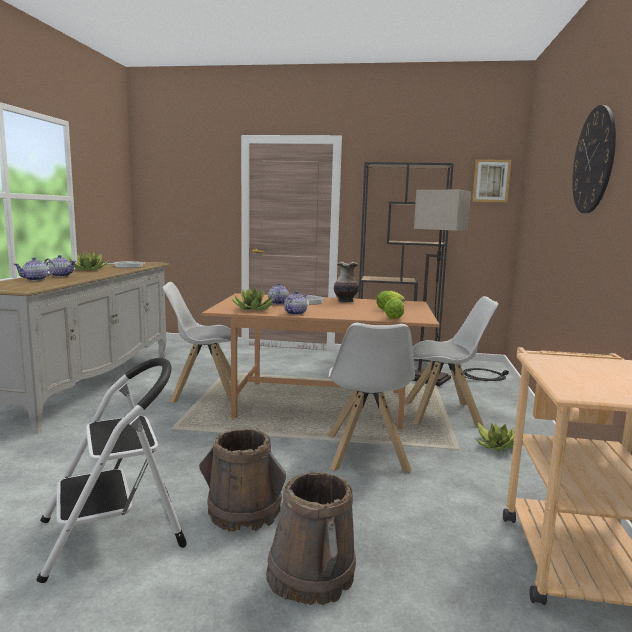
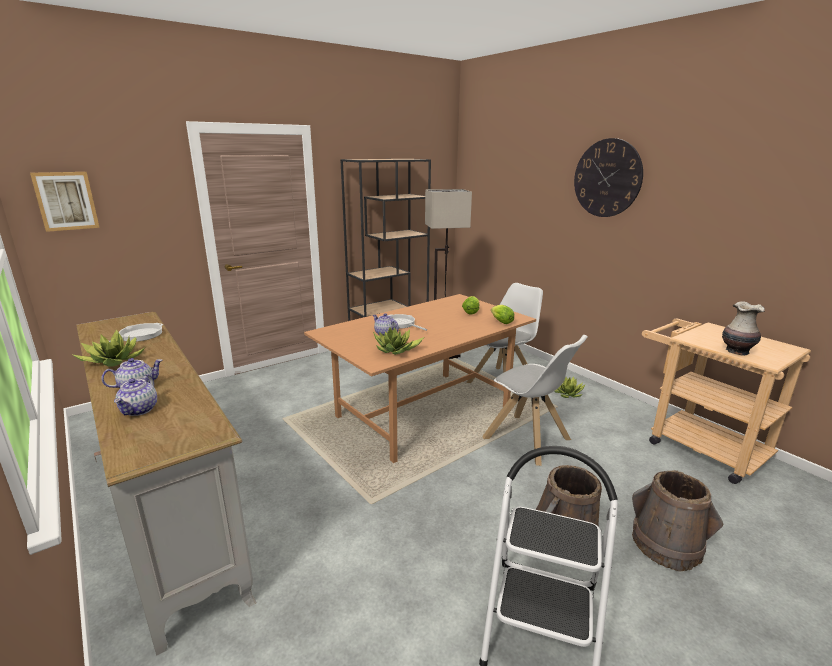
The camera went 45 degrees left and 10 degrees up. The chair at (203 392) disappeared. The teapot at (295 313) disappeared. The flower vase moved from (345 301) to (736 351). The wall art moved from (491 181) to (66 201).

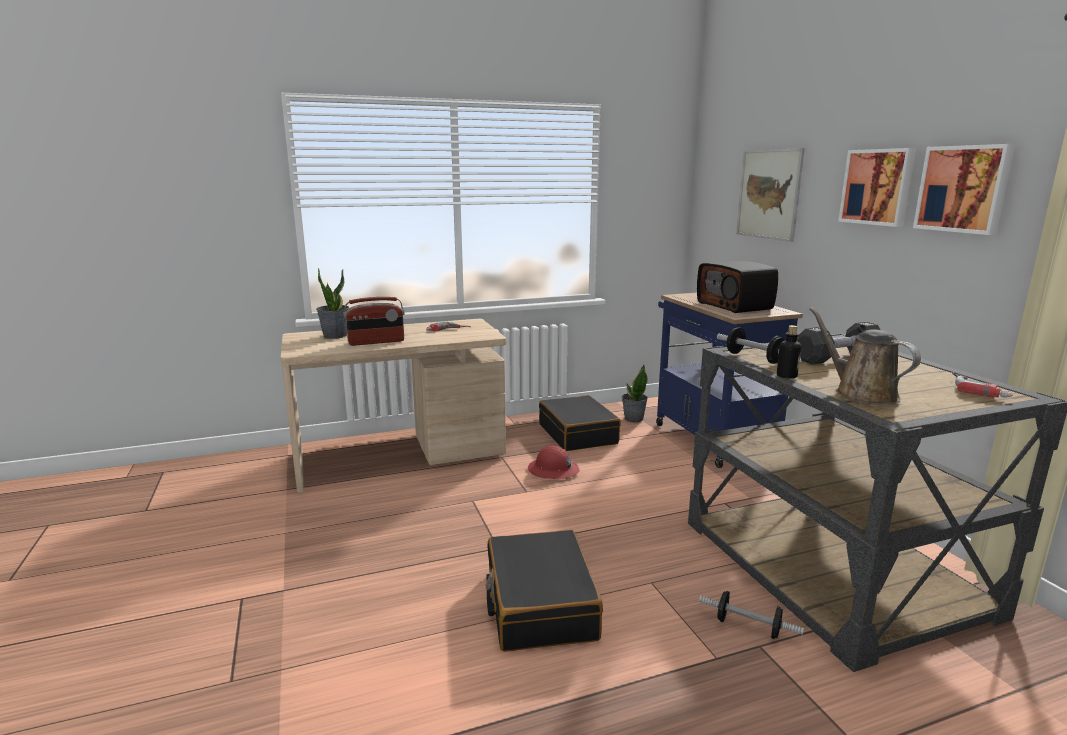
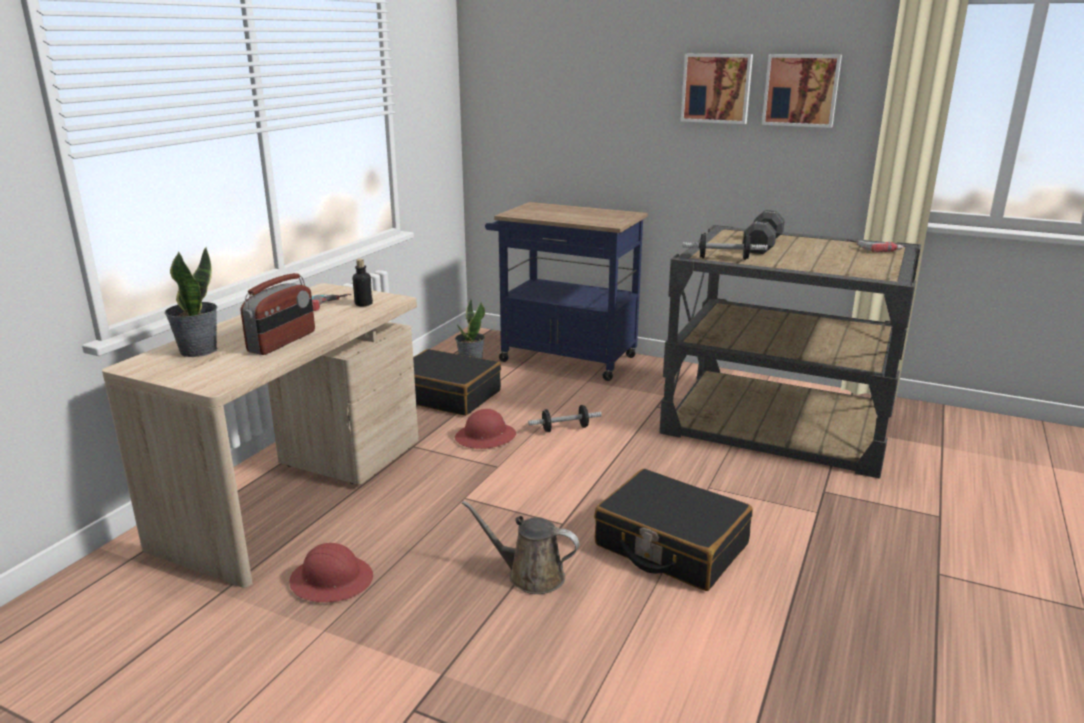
The camera went 45 degrees left and 5 degrees up. The radio set at (735 306) disappeared. The wall art at (768 194) disappeared. The work helmet in red-coloured at (332 580) appeared. The hand weight moved from (748 627) to (565 428). The bottle moved from (786 376) to (363 304). The watering can in brownish moved from (861 393) to (530 575).

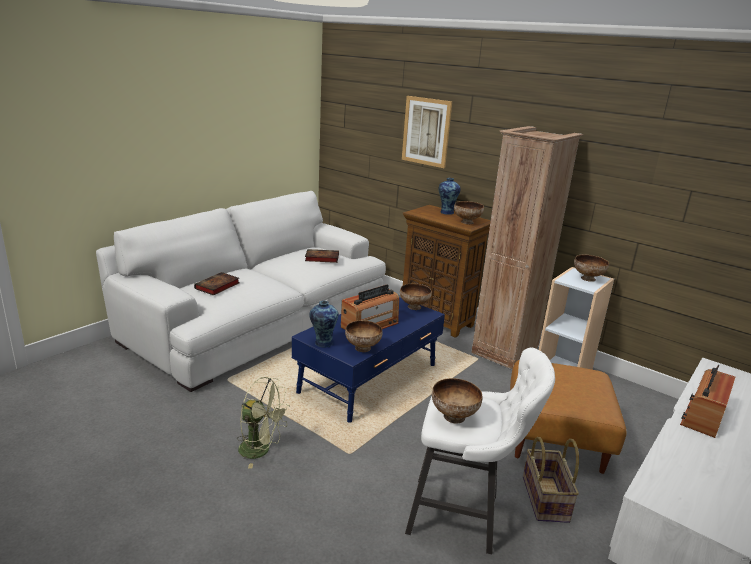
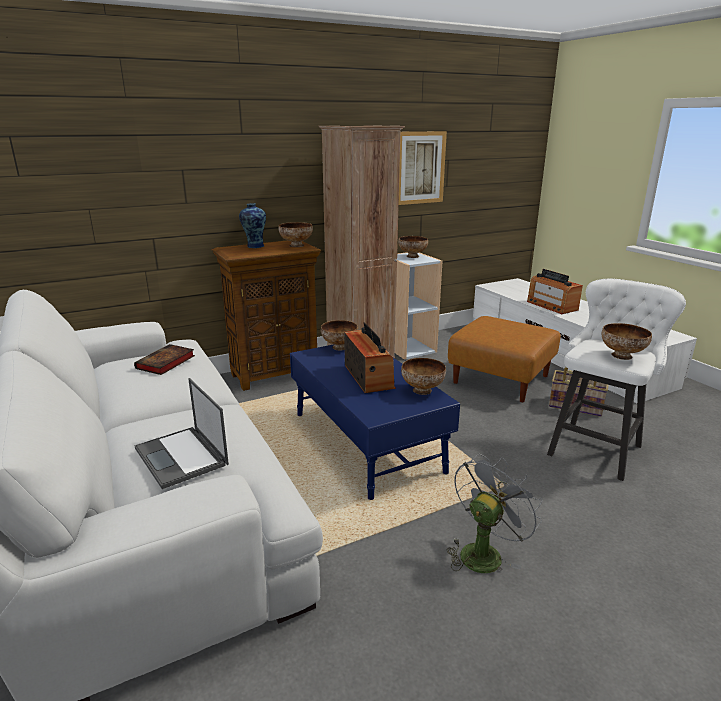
The camera went 65 degrees left and 0 degrees up. The flower vase at (323 343) disappeared. The wall art moved from (426 131) to (420 168). The book at (217 286) was replaced by the portable computer at (182 457). The electric fan in green at (261 450) became the electric fan in greyish at (484 552).

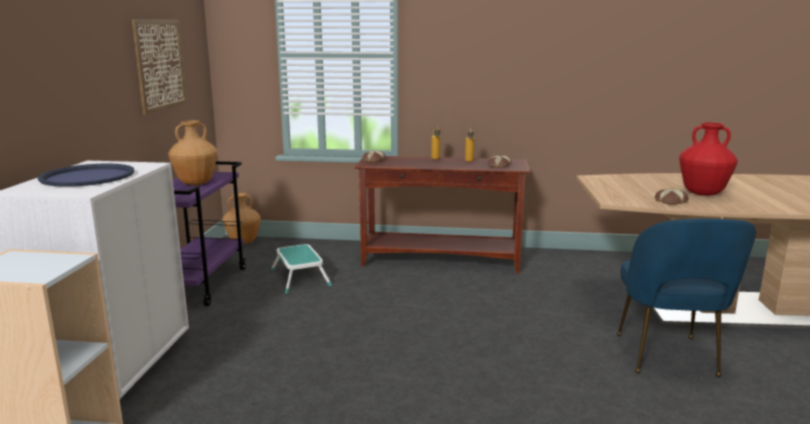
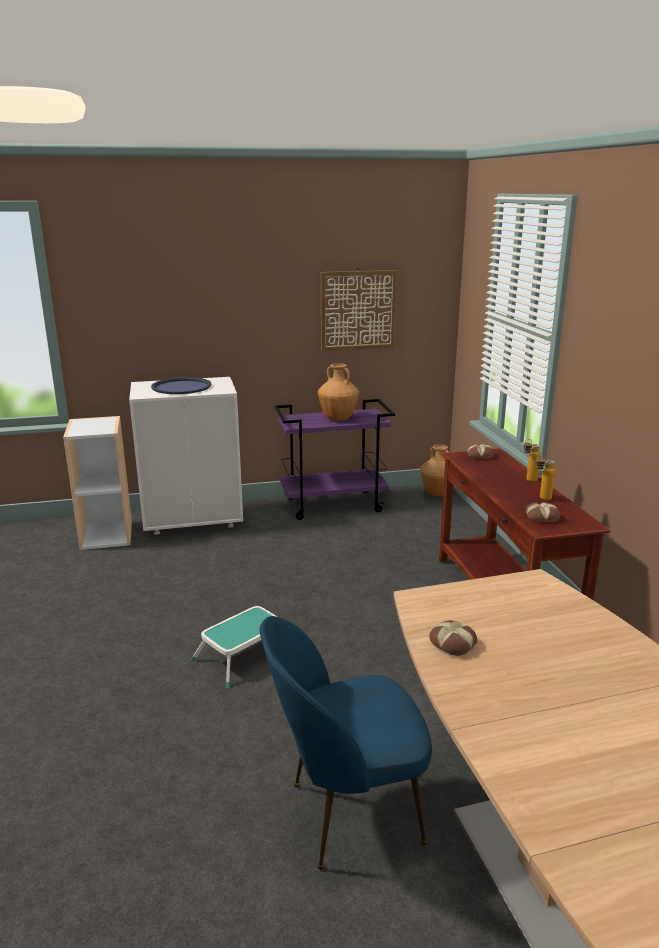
The camera went 70 degrees right and 5 degrees up. The flower vase in red-coloured at (702 194) disappeared. The step stool in blue-green moved from (299 277) to (244 654).

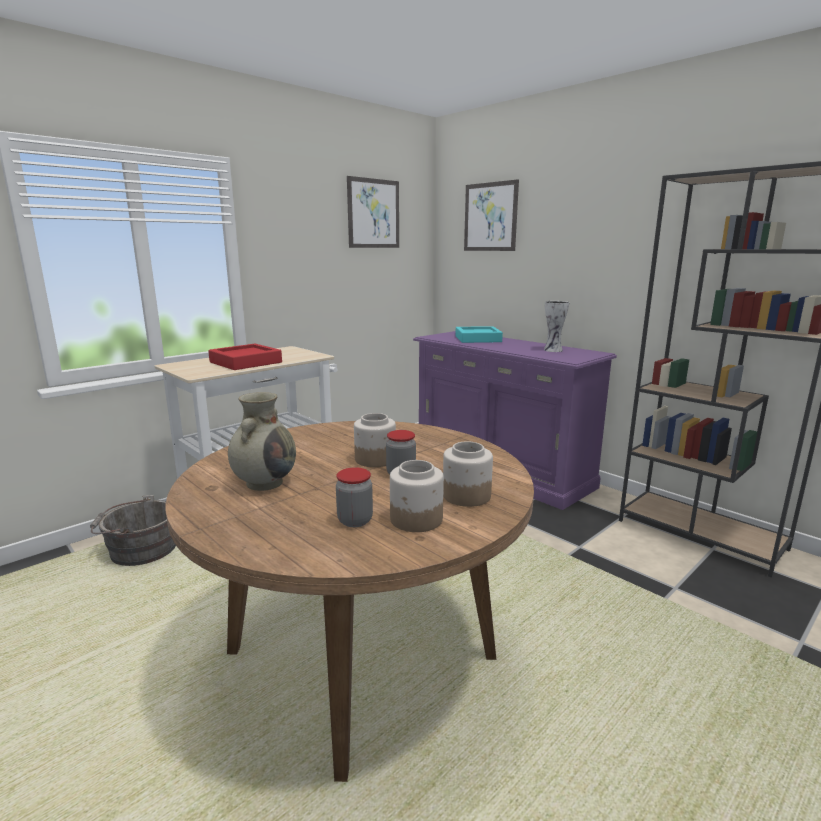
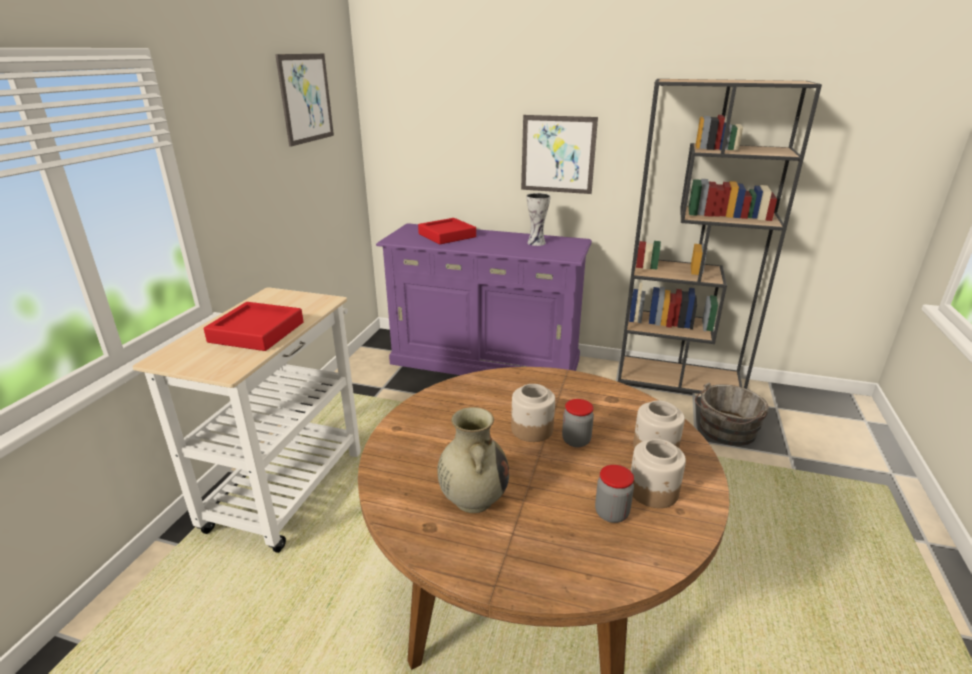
The camera went 30 degrees left and 10 degrees up. The water bucket in greyish moved from (139 550) to (725 430). The wall art moved from (490 217) to (558 154). The serving tray in blue-green at (478 339) became the serving tray in red-coloured at (447 235).

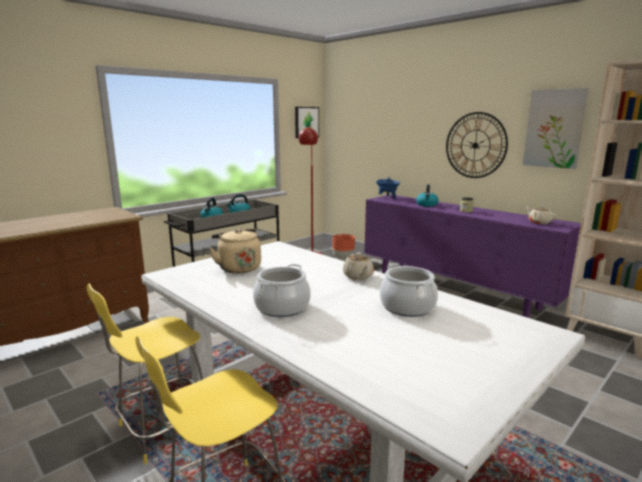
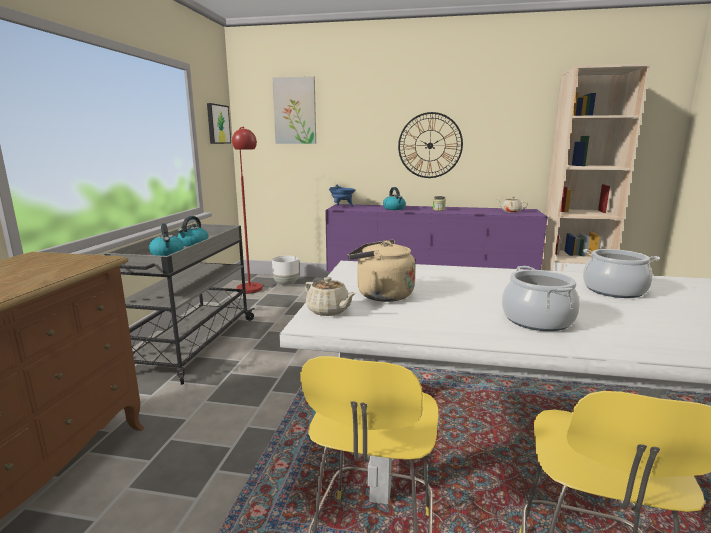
The camera went 35 degrees left and 0 degrees up. The teapot in beige moved from (358 276) to (329 311). The wall art moved from (554 128) to (295 111). The planter in brownish at (343 258) became the planter in white at (286 284).

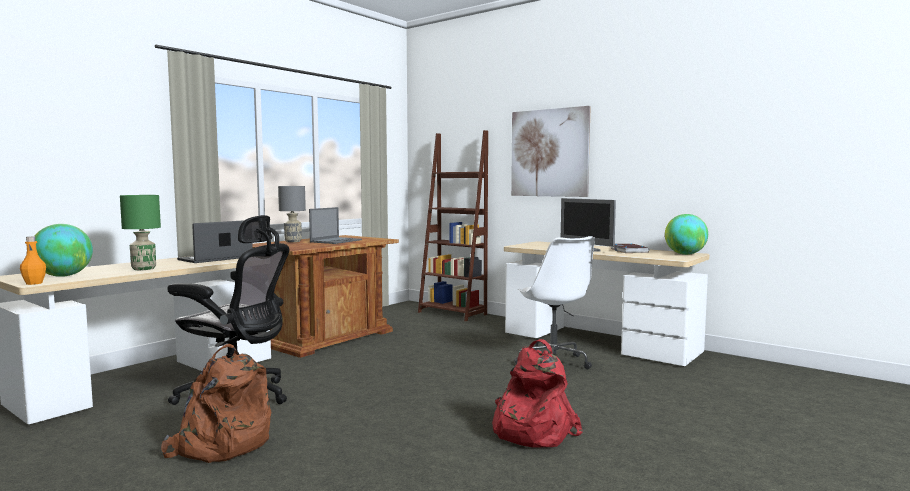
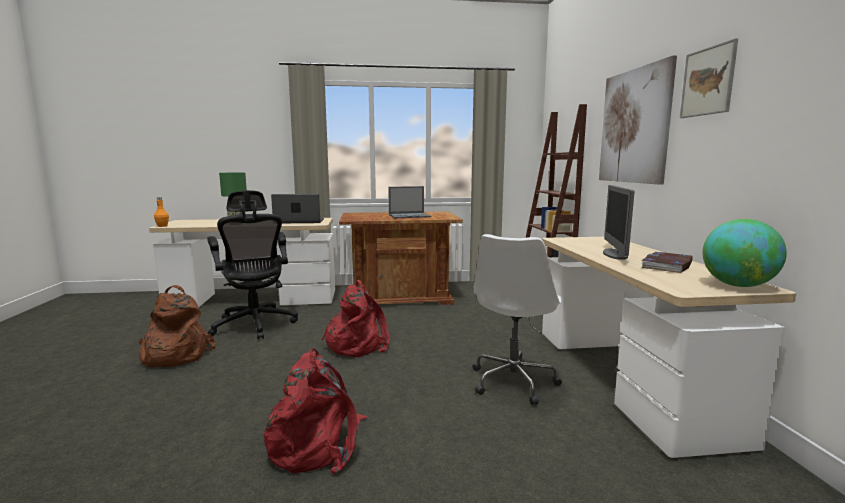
The camera went 45 degrees right and 5 degrees up. The world globe at (63 276) disappeared. The tabletop lamp in greyish at (293 241) disappeared. The rucksack in red-coloured at (357 345) appeared. The wall art at (708 81) appeared.

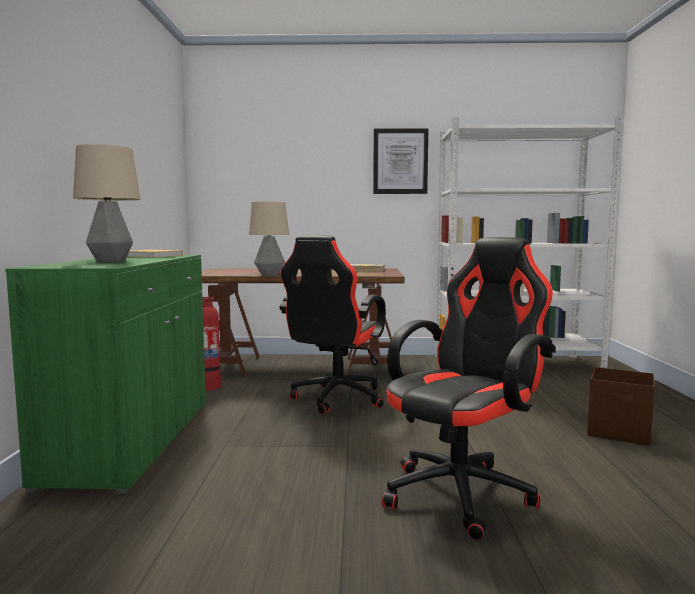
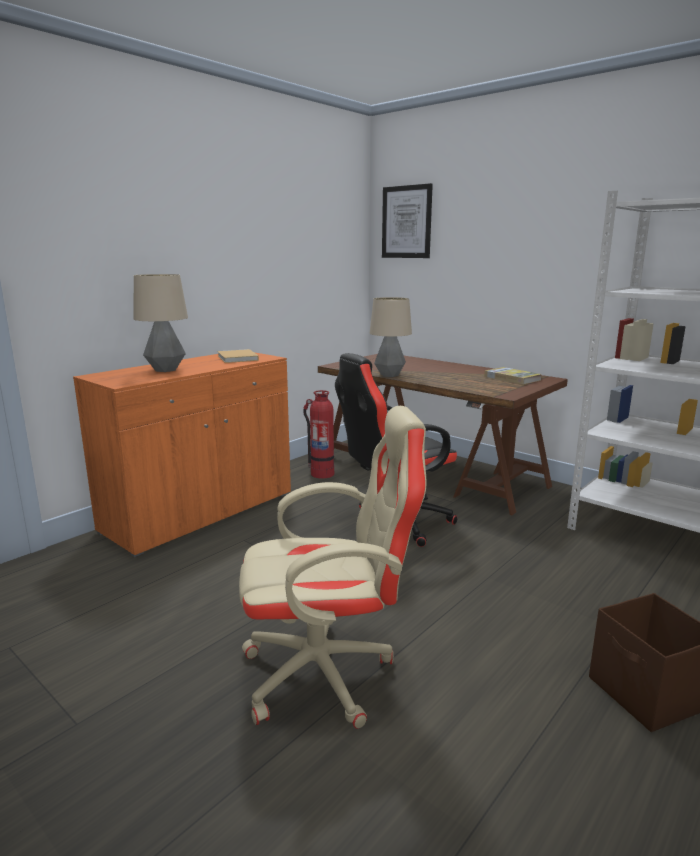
The camera went 40 degrees right and 10 degrees up. The wall art moved from (400 161) to (406 222). The cupboard in green at (133 440) became the cupboard in orangey at (200 512). The desk chair in blackish at (464 492) became the desk chair in beige at (330 673).

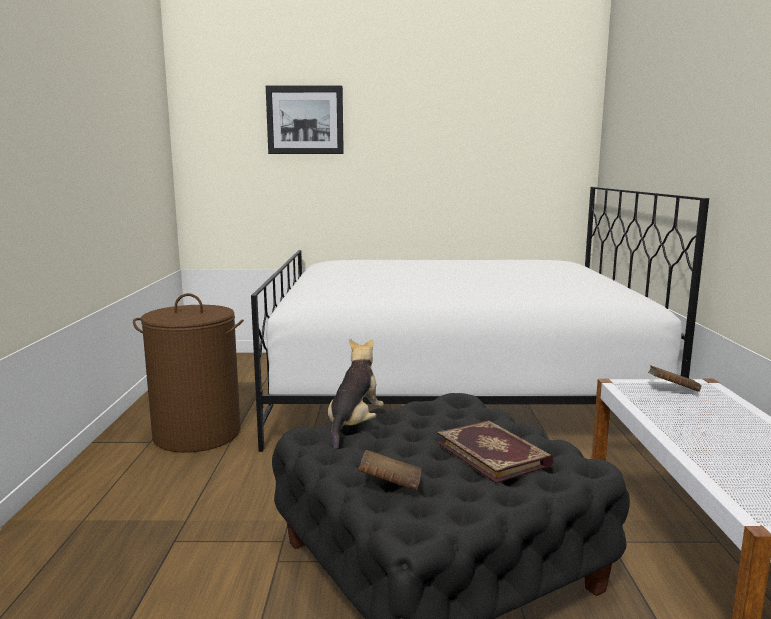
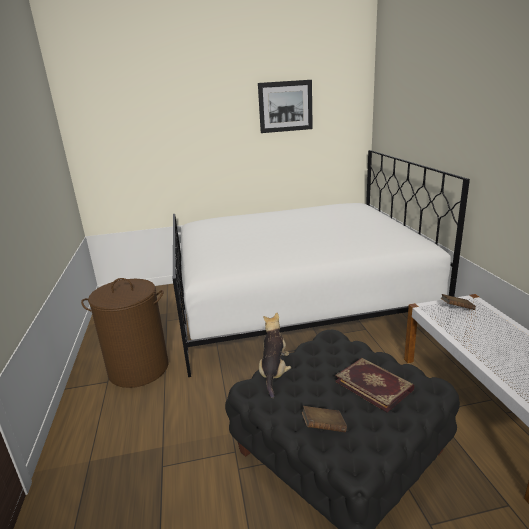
The camera went 10 degrees left and 10 degrees up. The wall art moved from (305 120) to (285 106).

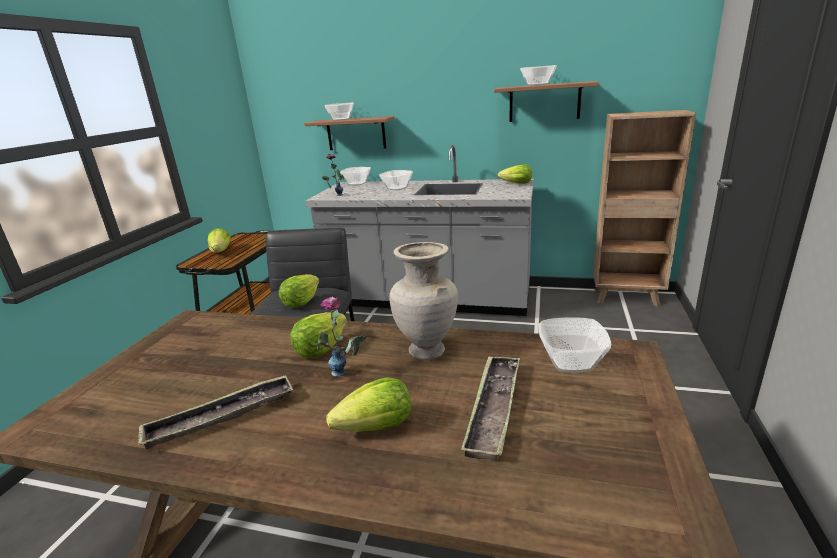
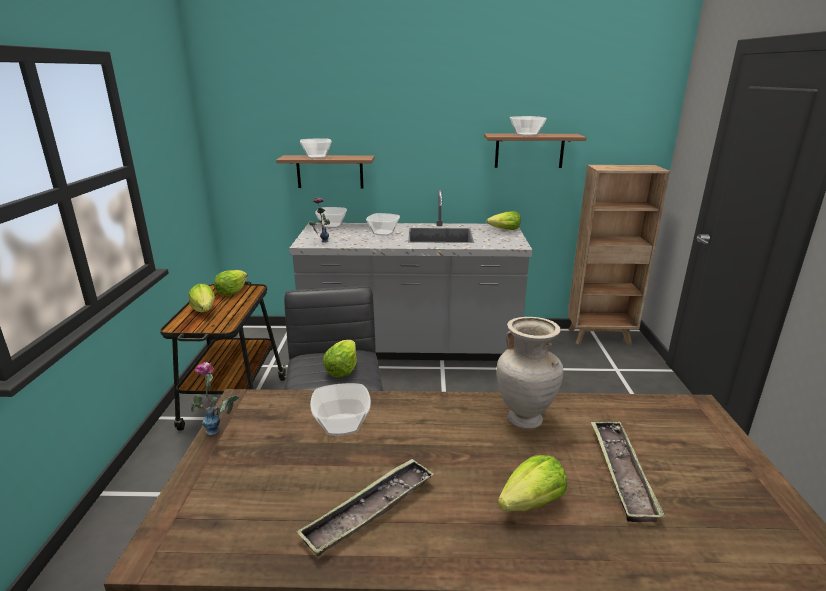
The camera went 15 degrees left and 0 degrees up. The head of lettuce moved from (320 349) to (231 292). The flower vase moved from (346 375) to (220 433). The bowl moved from (572 361) to (342 424).

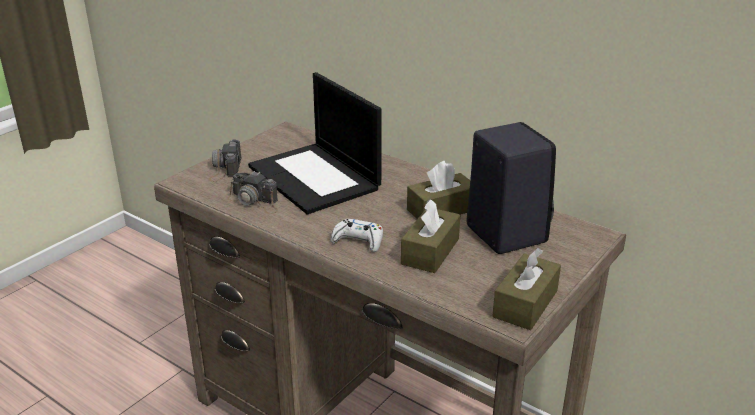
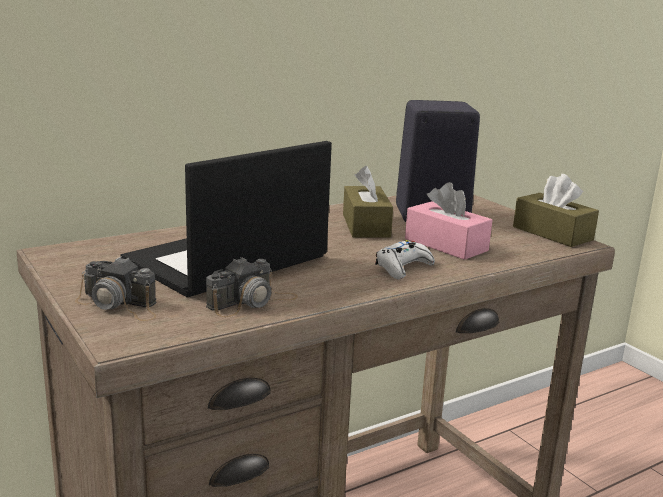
The camera went 70 degrees left and 10 degrees down. The box of tissues in brownish at (430 251) became the box of tissues in pinkish at (446 245). The portable computer at (315 178) turned 150 degrees clockwise.

